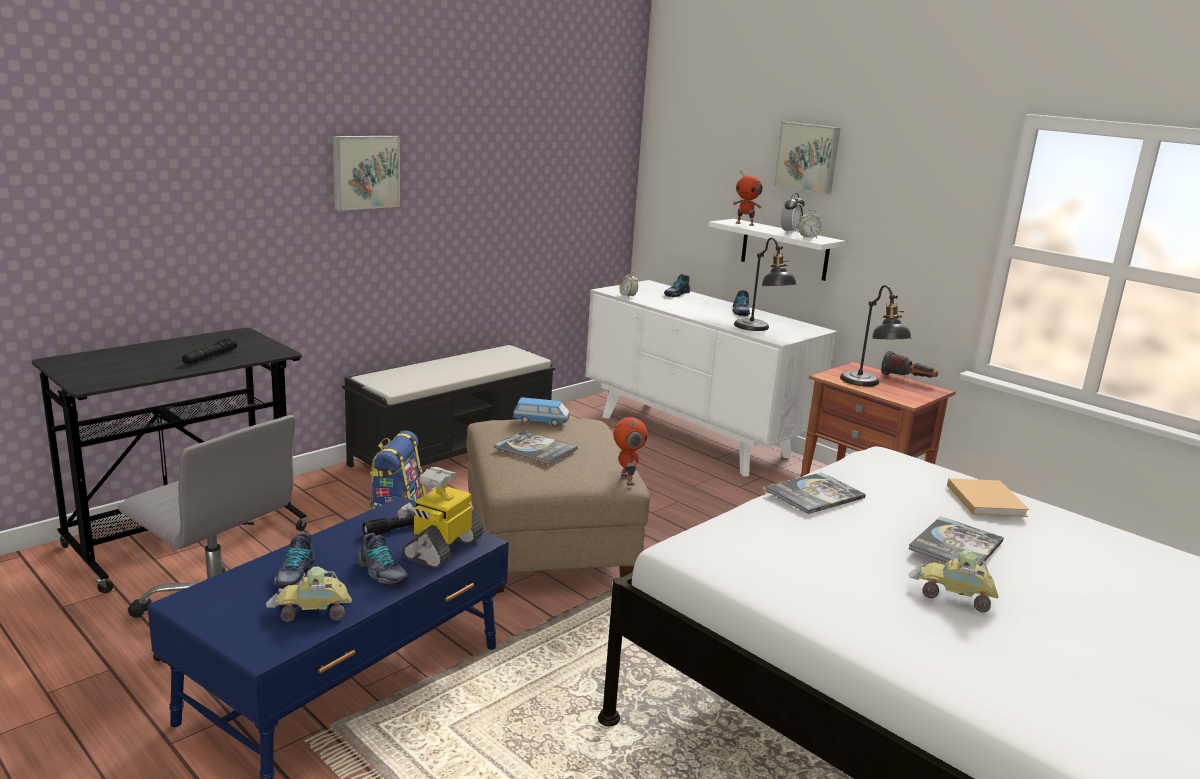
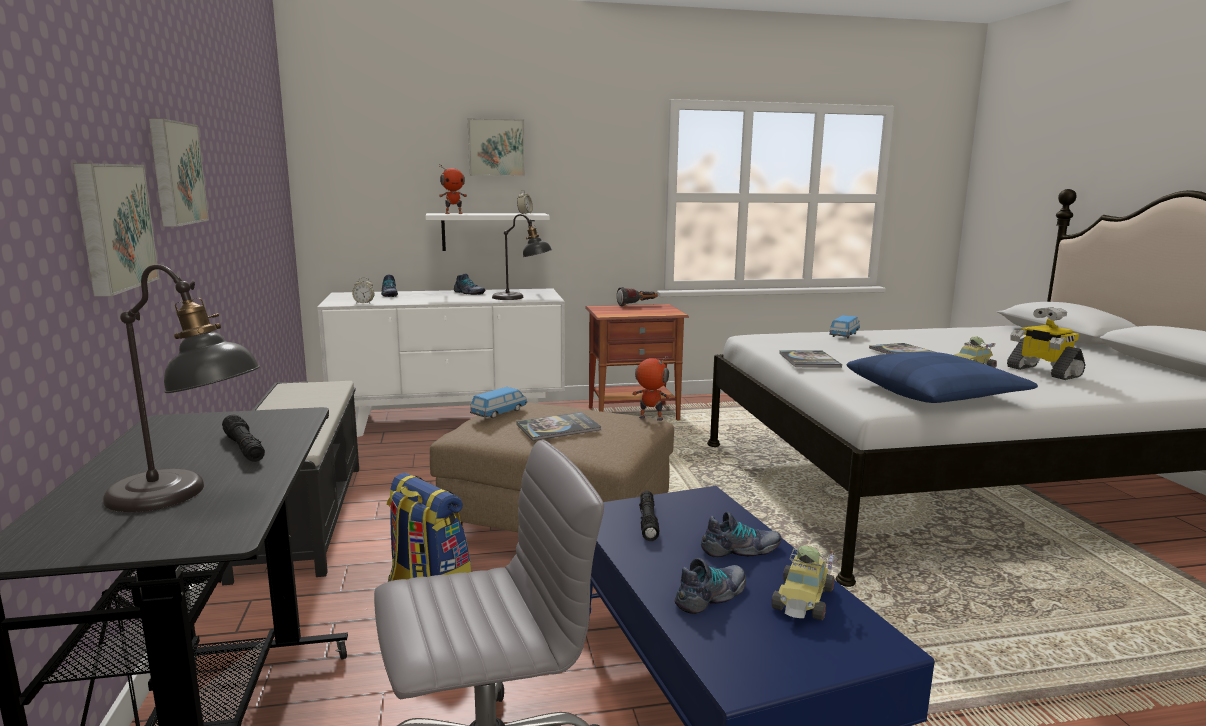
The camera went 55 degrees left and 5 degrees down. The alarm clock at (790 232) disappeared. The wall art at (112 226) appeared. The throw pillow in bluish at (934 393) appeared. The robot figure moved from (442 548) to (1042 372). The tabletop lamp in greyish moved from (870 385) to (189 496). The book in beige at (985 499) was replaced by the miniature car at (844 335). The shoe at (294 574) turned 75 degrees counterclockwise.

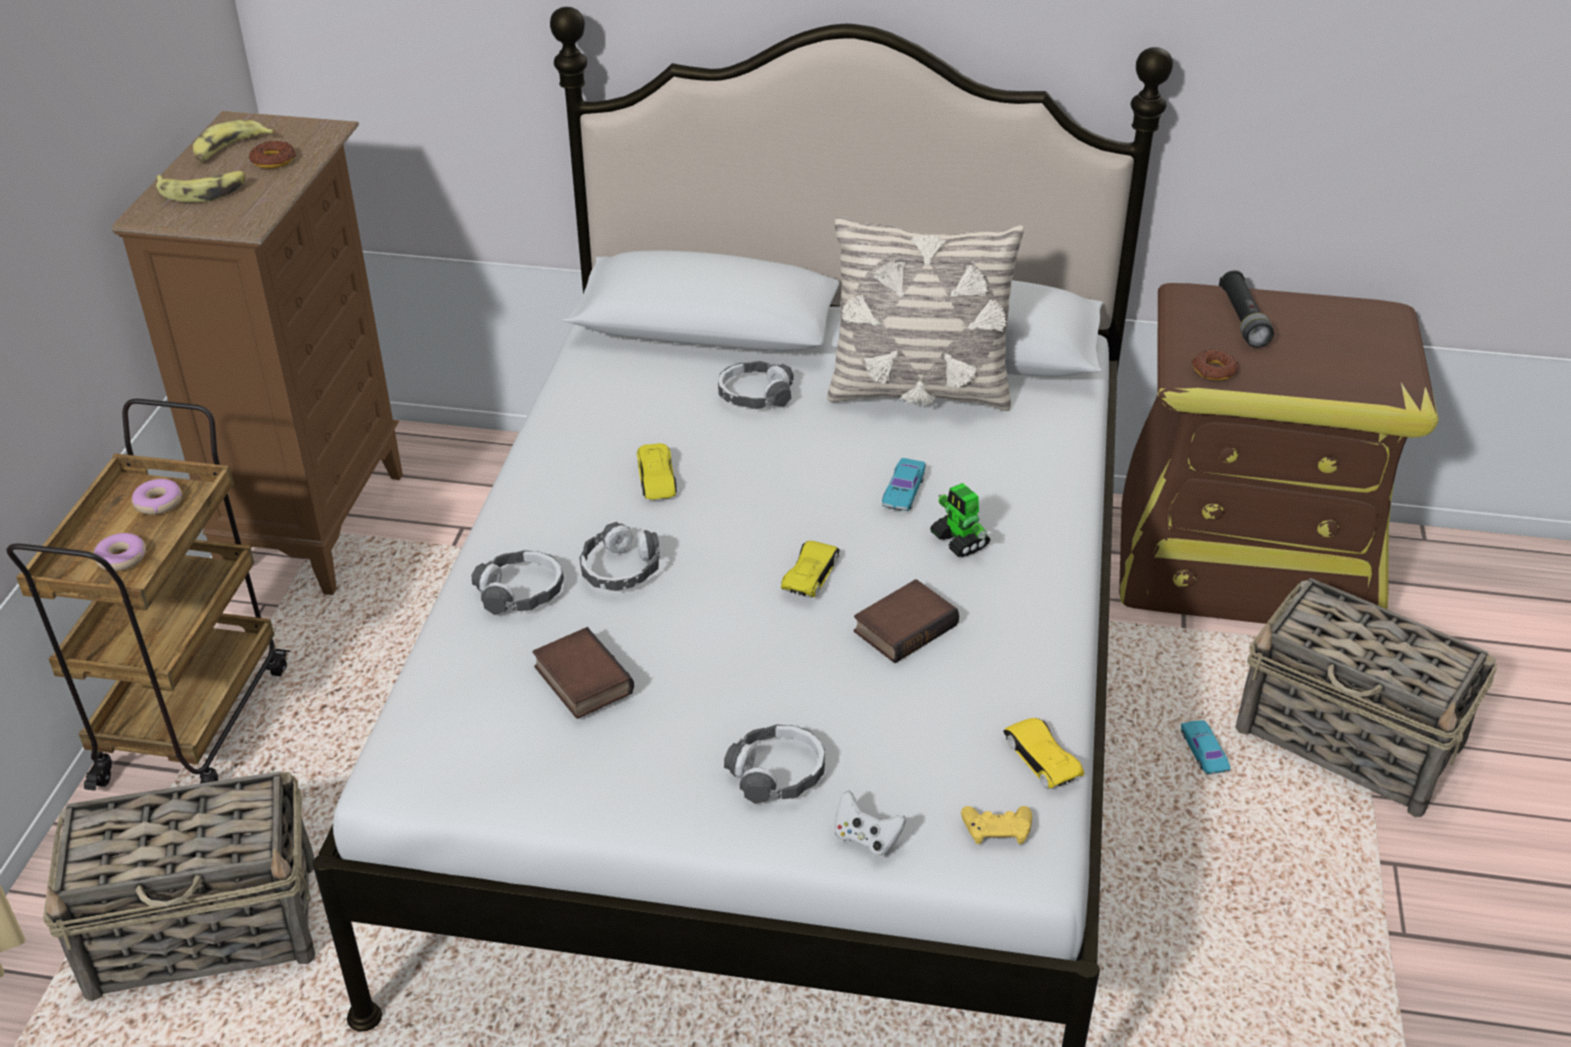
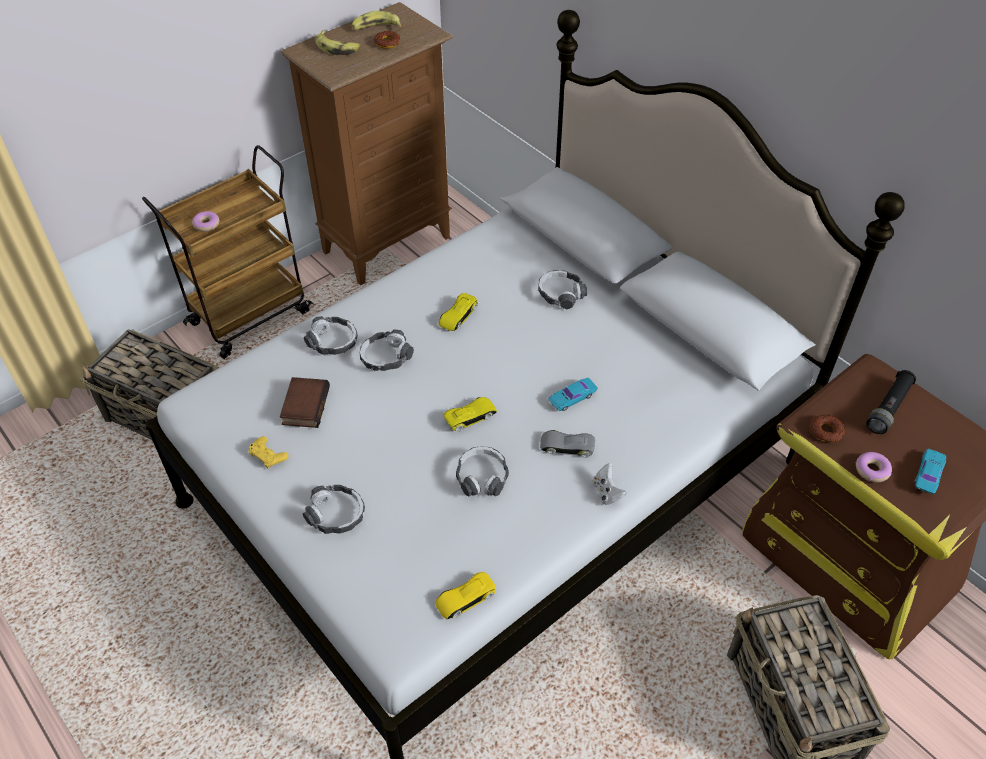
The camera went 40 degrees right and 10 degrees up. The throw pillow in beige at (918 392) disappeared. The donut moved from (158 503) to (871 470). The joypad in white moved from (866 839) to (607 492). The joypad in yellow moved from (997 829) to (268 455). The miniature car in blue-green moved from (1204 752) to (928 475). The book at (904 626) was replaced by the headset at (482 477). The robot figure at (959 541) was replaced by the miniature car in greyish at (567 446). The miniature car in yellow at (1041 758) turned 135 degrees counterclockwise.

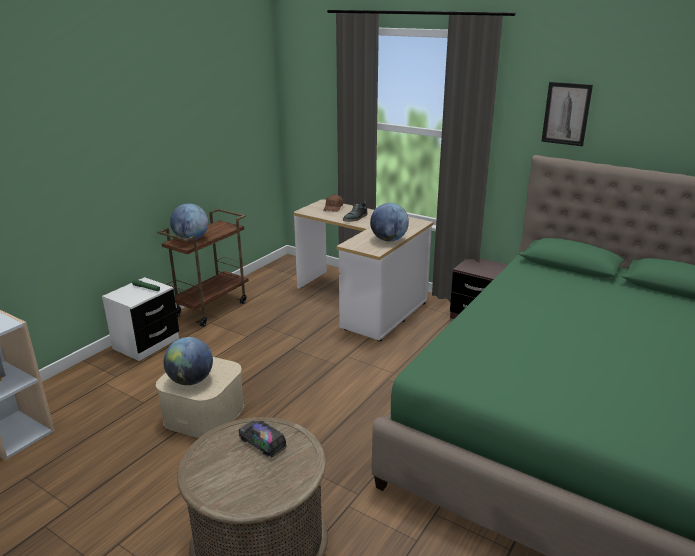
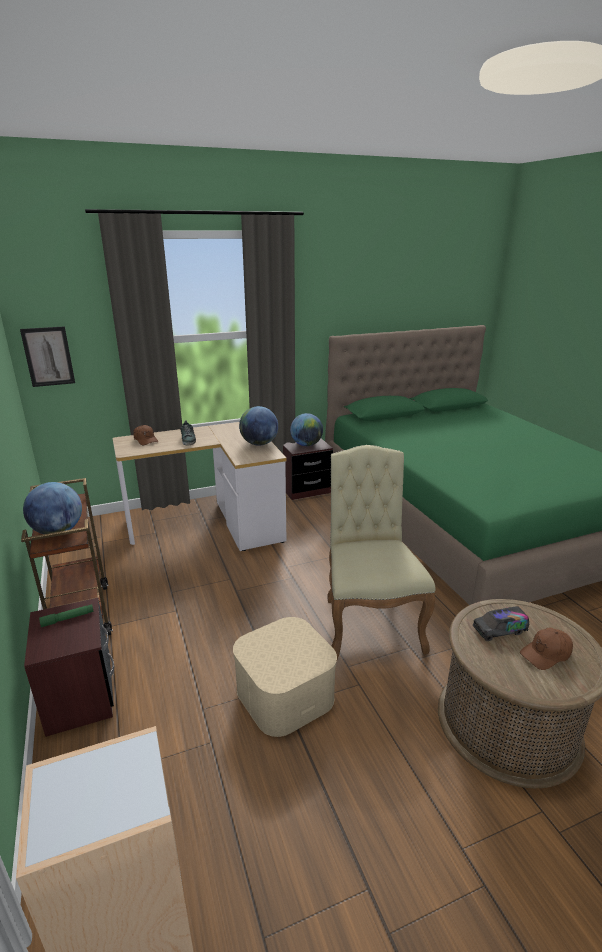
The camera went 55 degrees left and 0 degrees up. The chair in beige at (369 623) appeared. The cap in brownish at (546 654) appeared. The world globe moved from (191 381) to (306 445). The wall art moved from (566 114) to (48 356). The nightstand in white at (146 344) became the nightstand in brownish at (80 697).

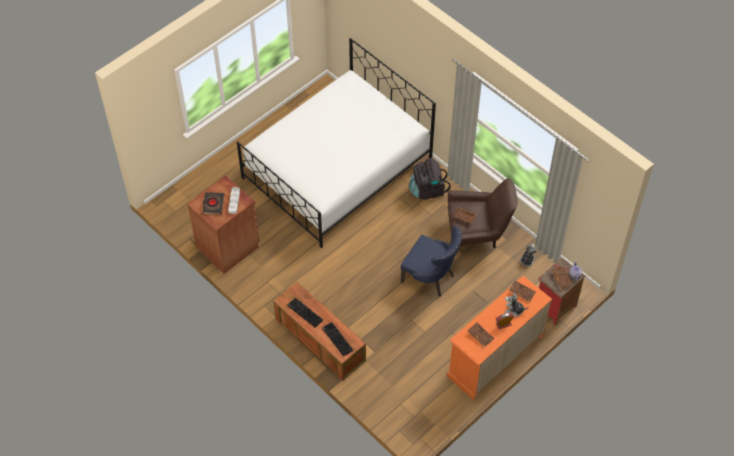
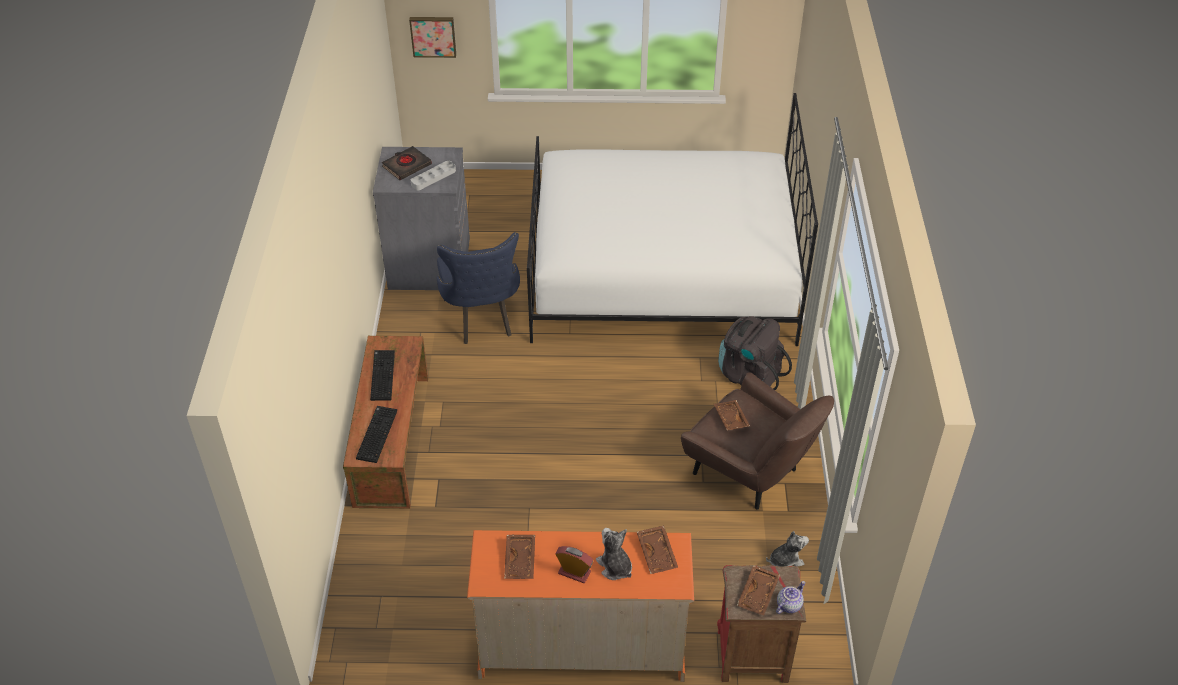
The camera went 45 degrees right and 10 degrees down. The wall art at (433 36) appeared. The chair in bluish moved from (430 278) to (482 318). The chest of drawers in brownish at (227 246) became the chest of drawers in greyish at (429 266).

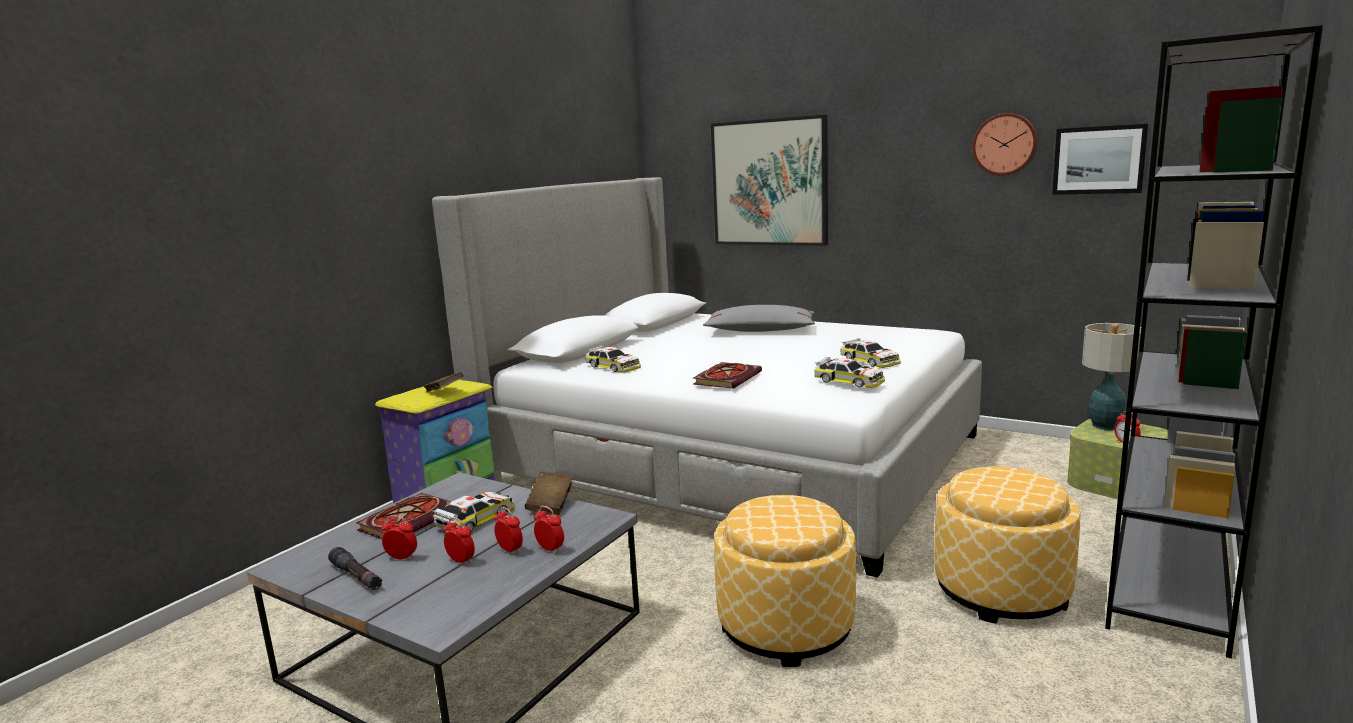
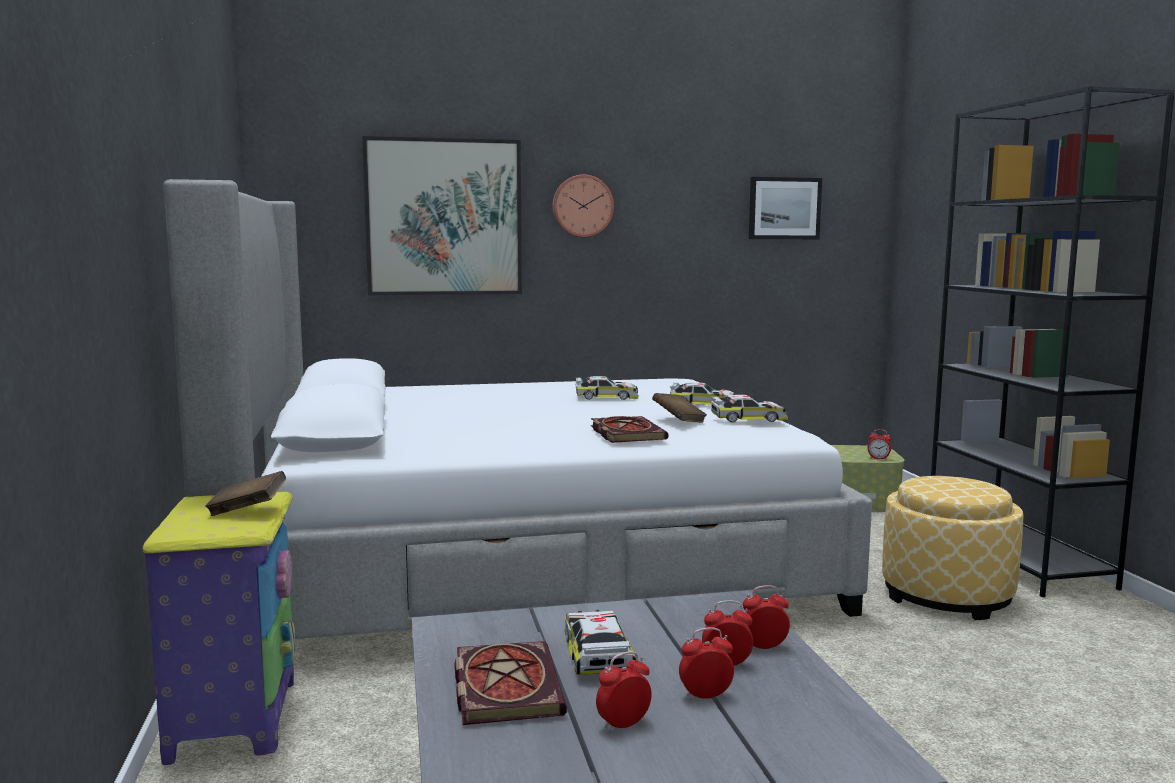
The camera went 45 degrees left and 5 degrees down. The torch in blackish at (356 576) disappeared. The throw pillow in greyish at (760 331) disappeared. The pouffe at (785 626) disappeared. The tabletop lamp at (1105 426) disappeared. The book in brownish moved from (551 505) to (679 420). The miniature car moved from (613 367) to (606 397). The clock on the wall moved from (1005 144) to (582 206).

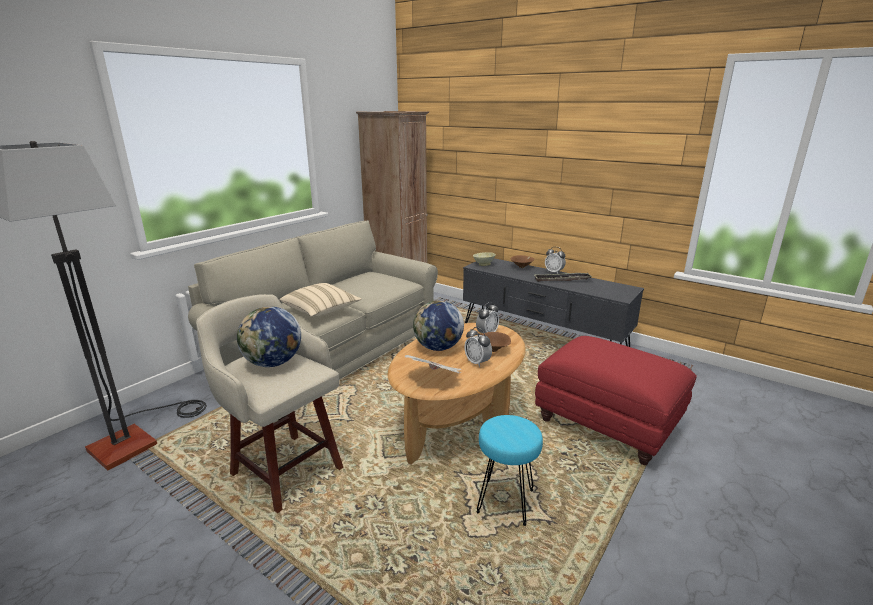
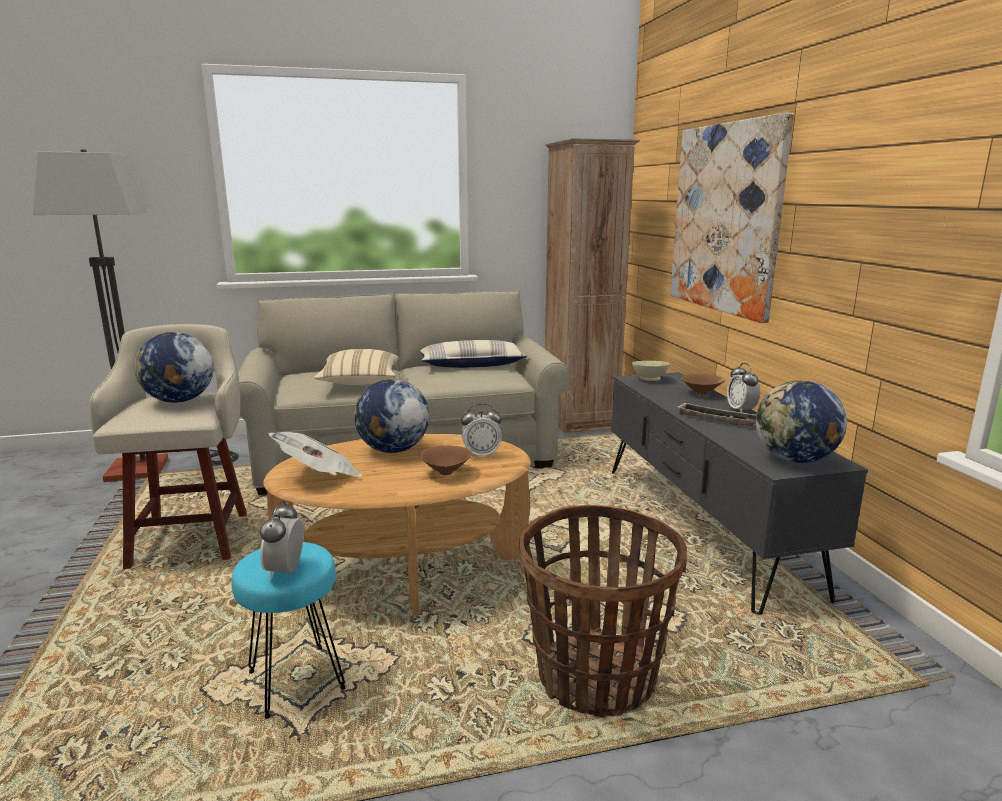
The camera went 40 degrees right and 5 degrees down. The throw pillow at (472 365) appeared. The wall art at (725 218) appeared. The world globe at (794 460) appeared. The alarm clock moved from (477 362) to (285 571). The pouffe in red-coloured at (608 425) was replaced by the basket at (596 677).

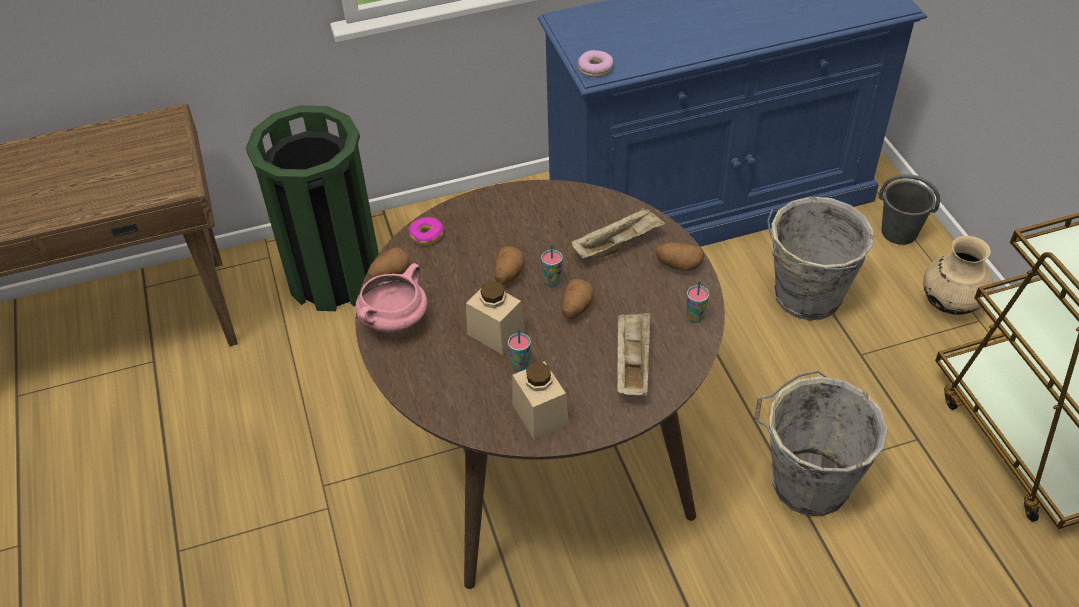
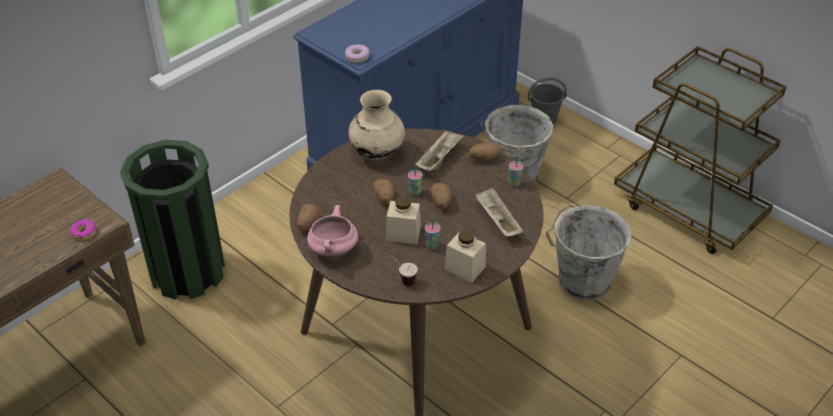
The camera went 30 degrees left and 5 degrees down. The drinking cup at (401 279) appeared. The donut moved from (427 235) to (84 233). The flower vase in beige moved from (950 303) to (377 152).

